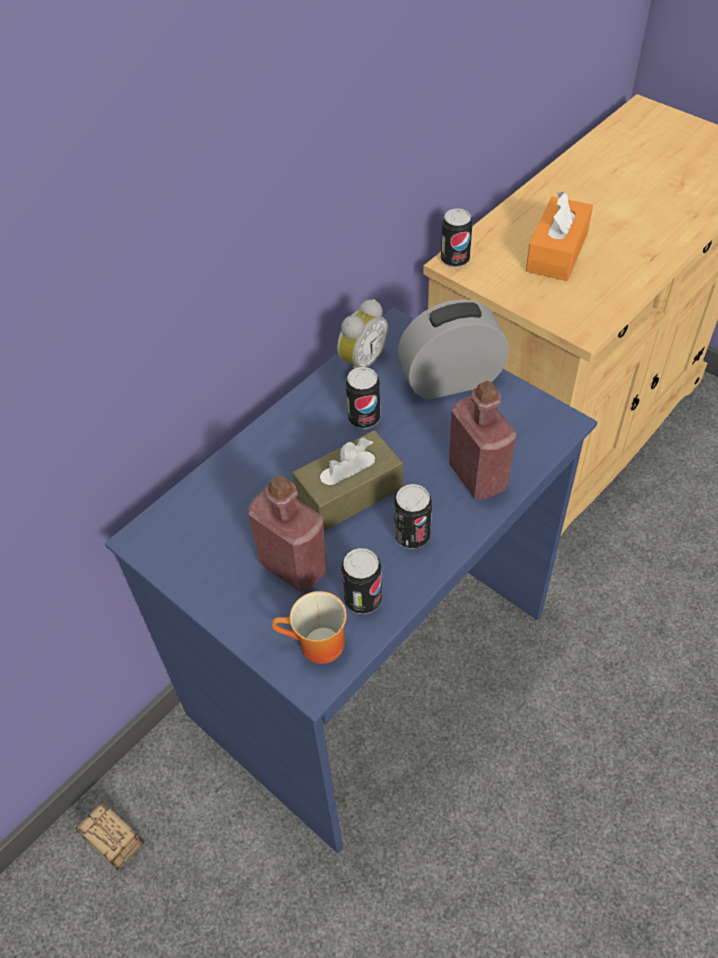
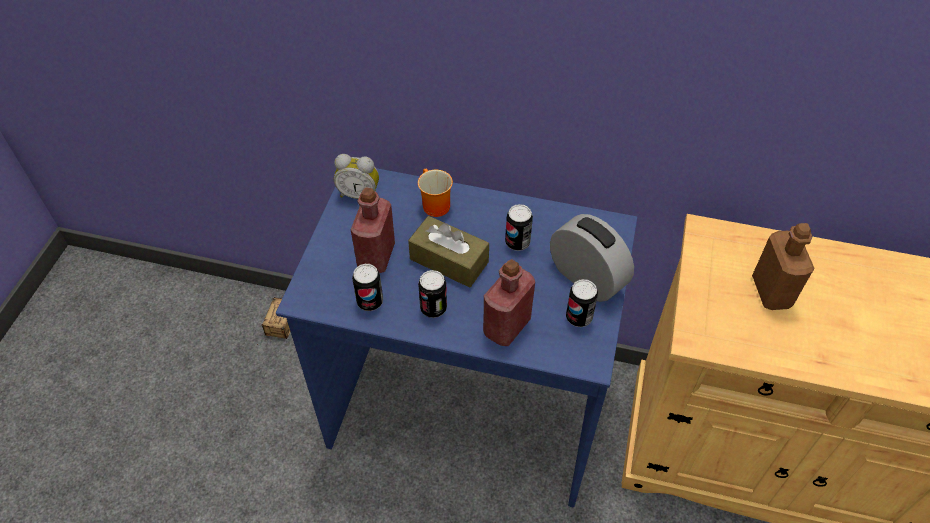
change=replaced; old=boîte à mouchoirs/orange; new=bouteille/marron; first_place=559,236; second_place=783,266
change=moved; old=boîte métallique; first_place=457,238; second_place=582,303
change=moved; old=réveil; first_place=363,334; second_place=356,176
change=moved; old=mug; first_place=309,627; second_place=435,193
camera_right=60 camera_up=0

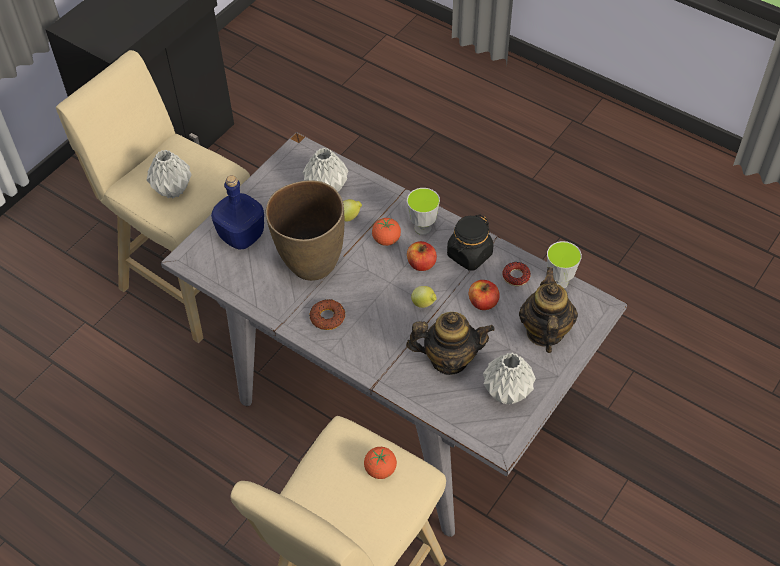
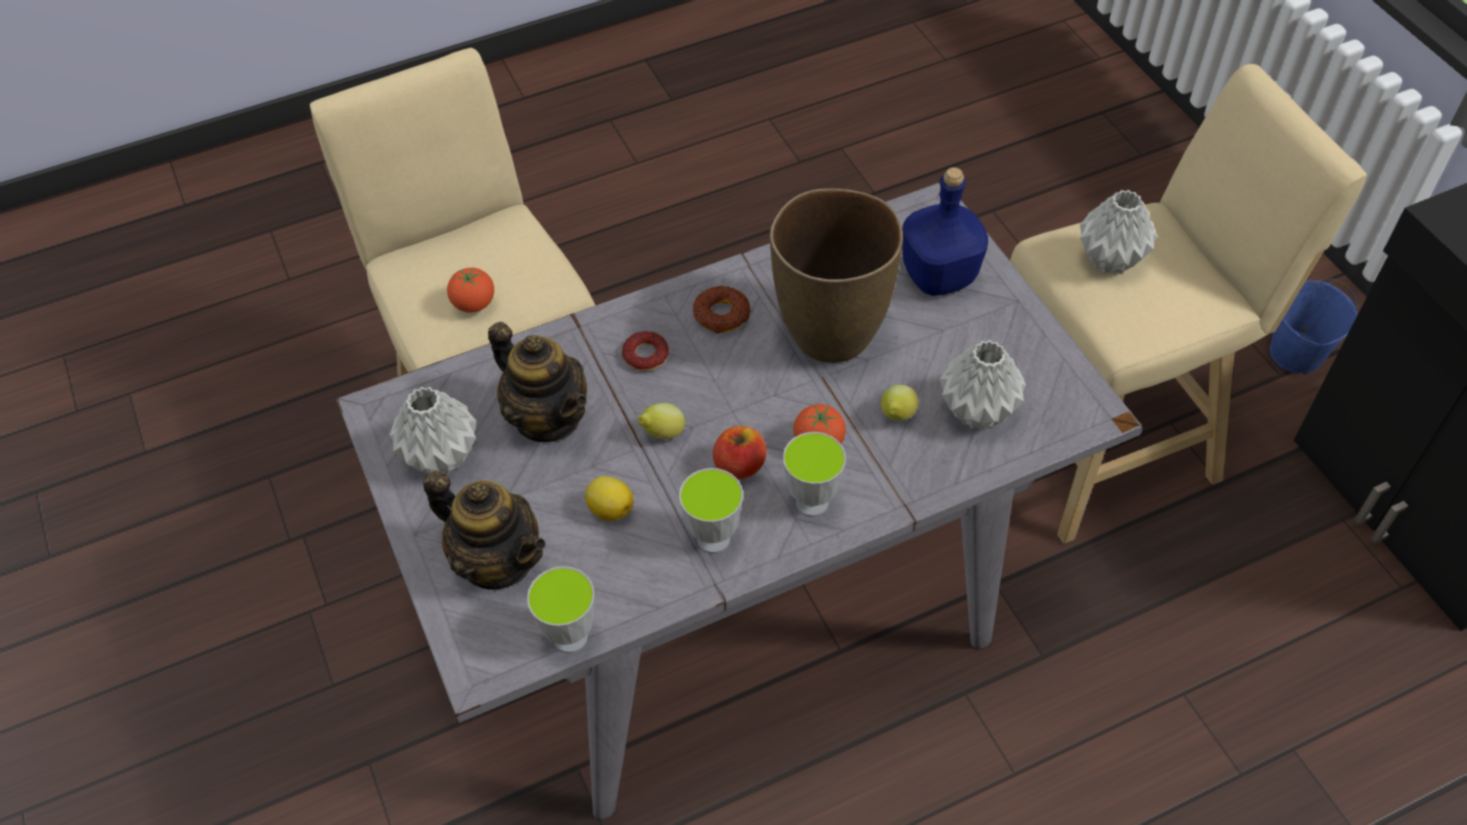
change=replaced; old=bocal/noir; new=tasse; first_place=470,242; second_place=711,510
change=moved; old=beignet; first_place=517,274; second_place=645,351
change=replaced; old=pomme; new=citron; first_place=484,295; second_place=610,498
change=turned; old=théière; first_place=450,343; second_place=537,382; degrees=-75
change=added; new=seau/bleu; second_place=1313,326
camera_right=120 camera_up=0

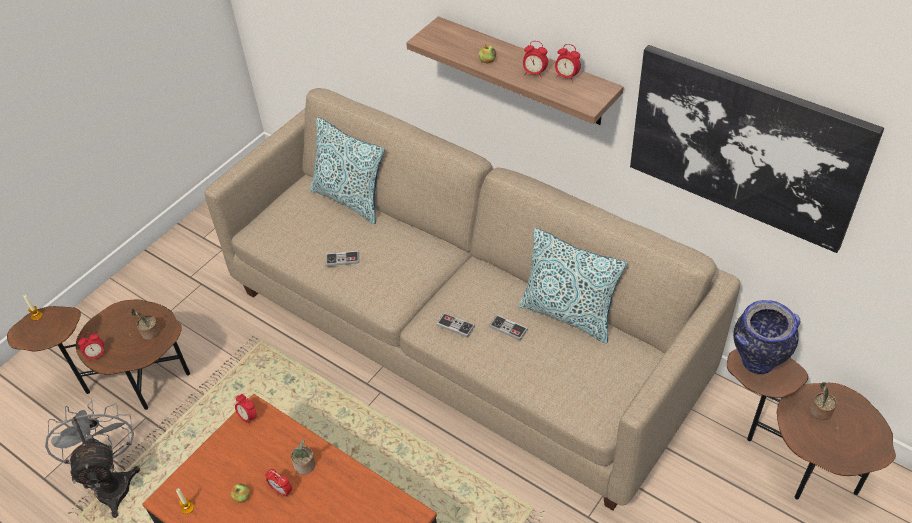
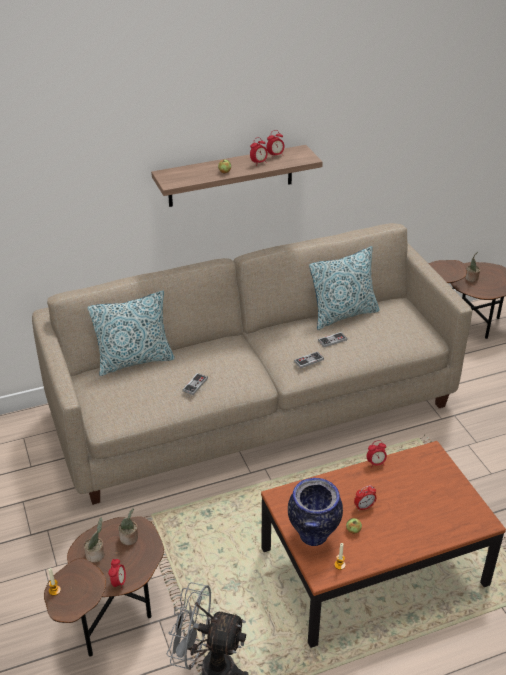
change=removed; old=tableau; first_place=757,149
change=moved; old=vase; first_place=767,337; second_place=315,512
change=moved; old=réveil; first_place=246,410; second_place=376,454
change=moved; old=plante en pot; first_place=303,457; second_place=94,540
camera_right=-60 camera_up=-10

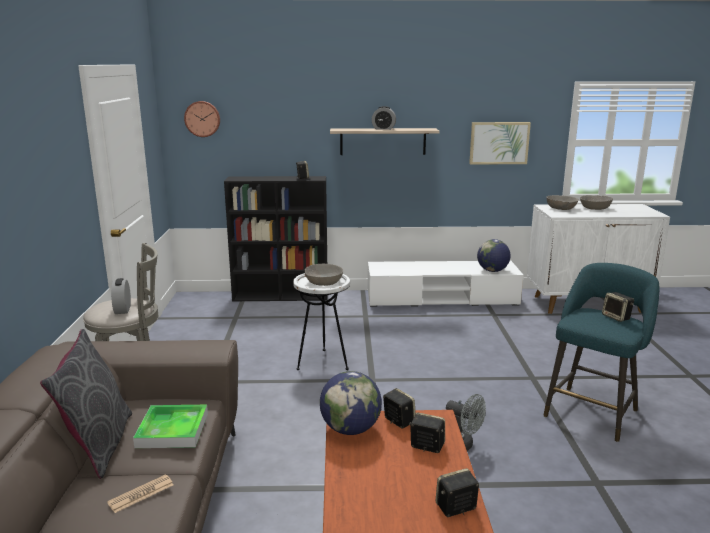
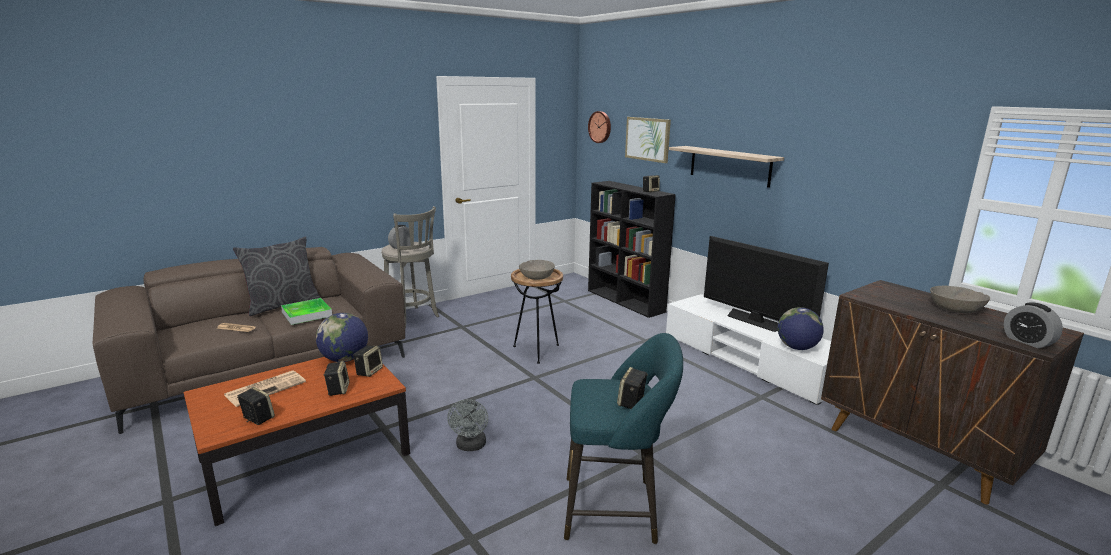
change=moved; old=réveil; first_place=384,118; second_place=1033,325
change=moved; old=tableau; first_place=500,143; second_place=648,140
change=removed; old=bol/gris; first_place=562,202
change=recoloured; old=meuble de rangement/blanc; new=meuble de rangement/marron; first_place=598,259; second_place=952,392
change=recoloured; old=table d'appoint/blanc; new=table d'appoint/marron; first_place=321,321; second_place=537,316
change=added; new=téléviseur; second_place=766,284
change=added; new=journal; second_place=265,388
camera_right=55 camera_up=0

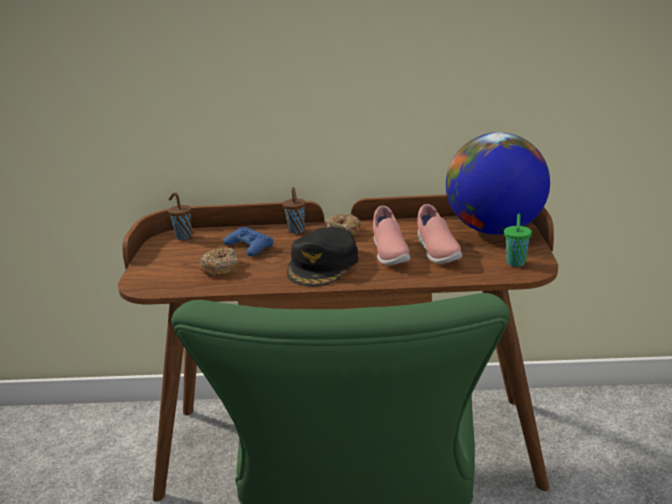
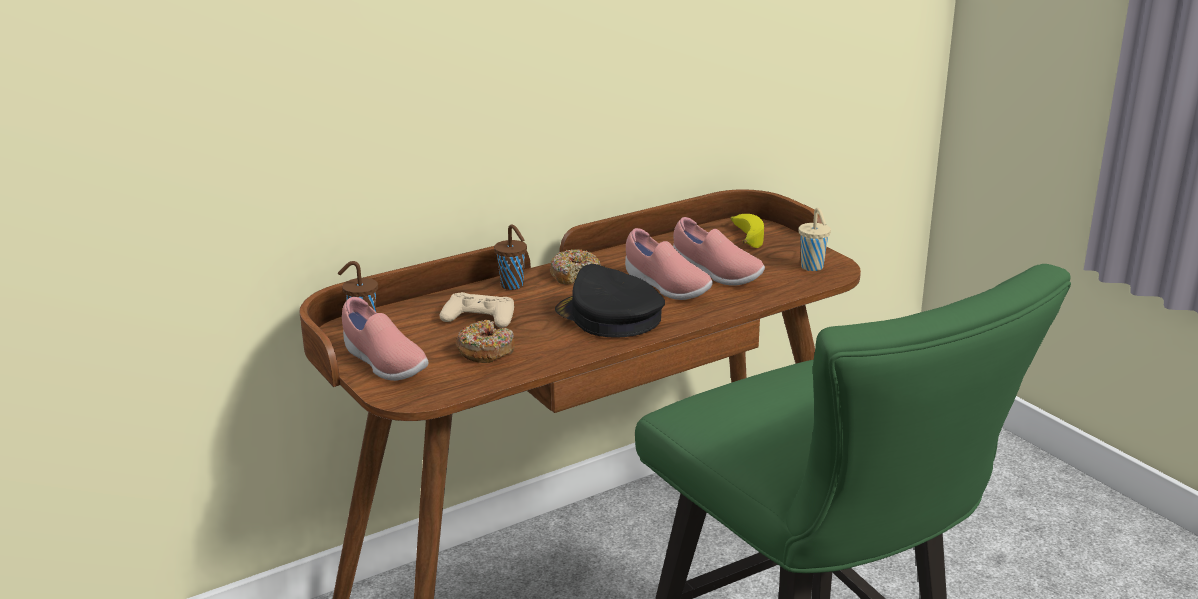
change=replaced; old=globe; new=banane; first_place=498,183; second_place=747,231
change=recoloured; old=tasse/vert; new=tasse/beige; first_place=518,240; second_place=815,239
change=recoloured; old=manette/bleu; new=manette/beige; first_place=248,241; second_place=477,310
change=turned; old=casquette/noir; first_place=322,256; second_place=610,301; degrees=150
change=added; new=chaussure/rose; second_place=385,339
camera_right=-35 camera_up=0

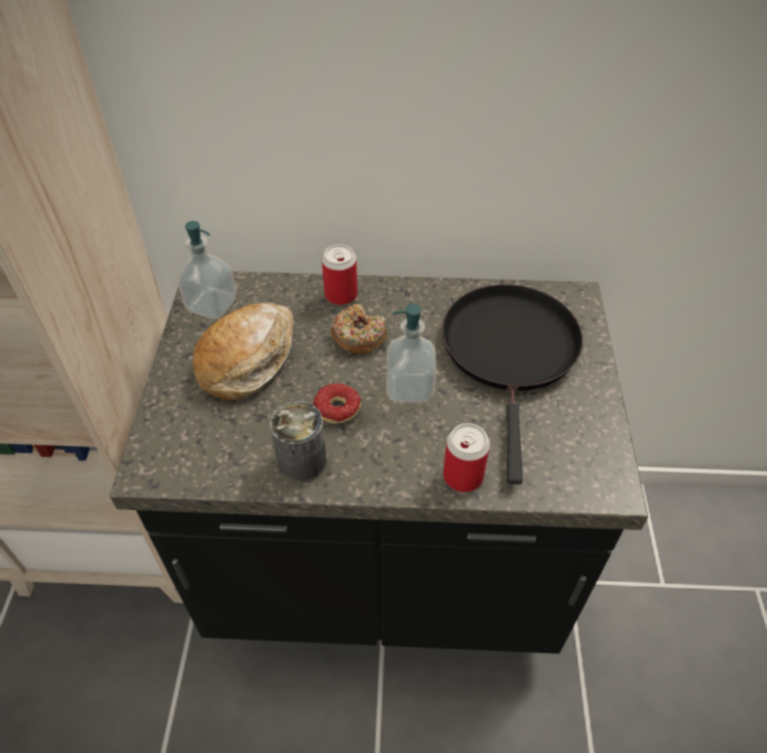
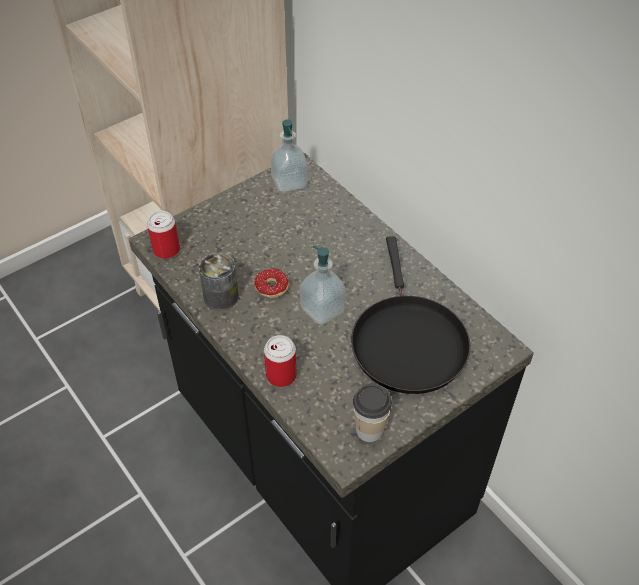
change=moved; old=boîte métallique; first_place=340,274; second_place=163,235
change=turned; old=poêle/noir; first_place=512,384; second_place=410,315; degrees=120
change=removed; old=pain; first_place=243,352
change=removed; old=beignet; first_place=359,329
change=added; new=tasse; second_place=372,413
camera_right=50 camera_up=0

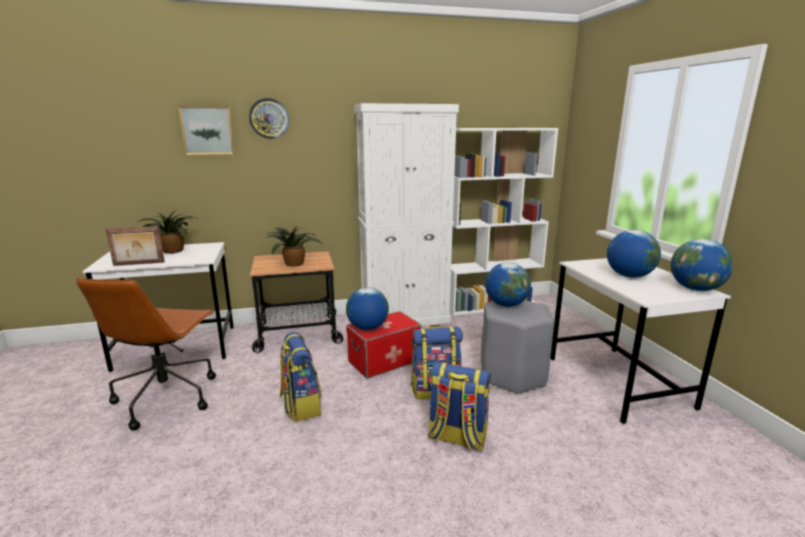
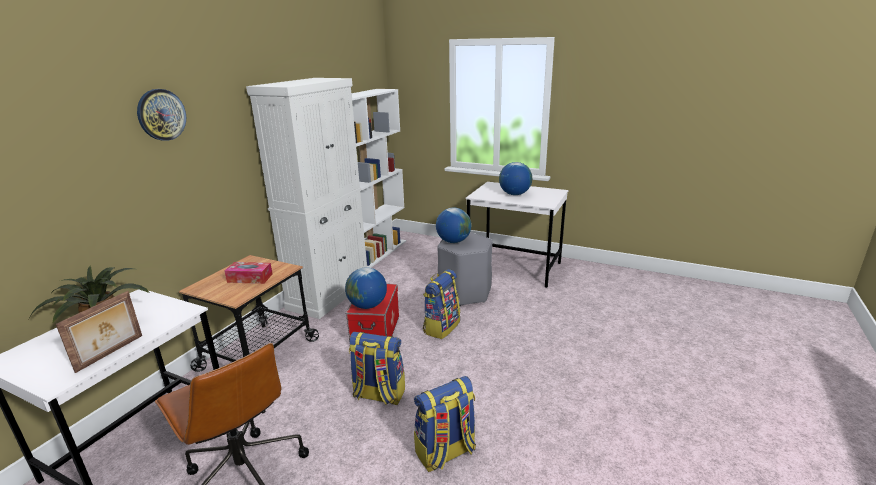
change=removed; old=tableau; first_place=206,130
change=replaced; old=plante en pot; new=boîte à mouchoirs; first_place=293,246; second_place=249,273
change=removed; old=globe; first_place=702,265
change=moved; old=sac à dos; first_place=459,406; second_place=445,424
camera_right=-50 camera_up=5

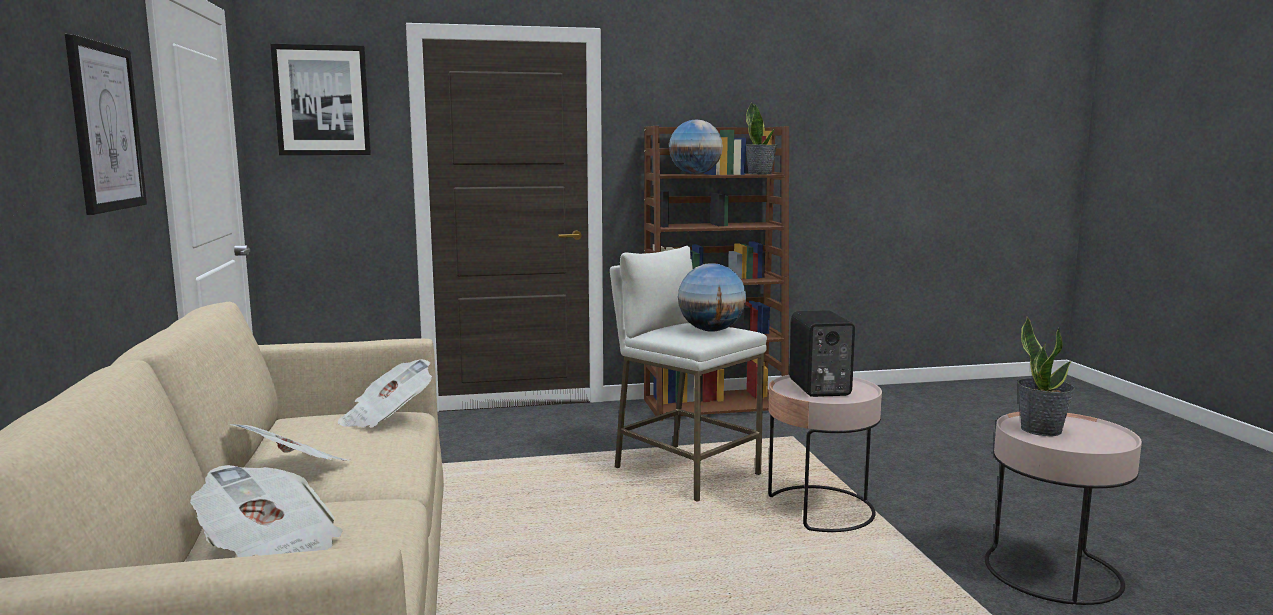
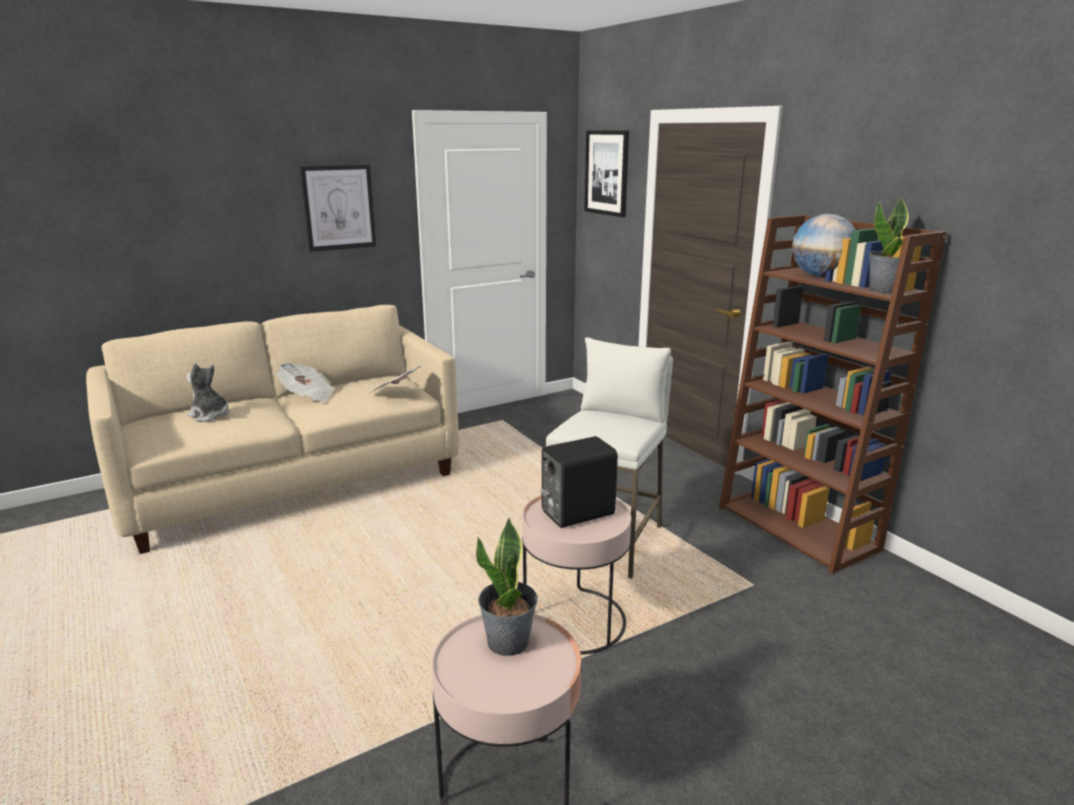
change=removed; old=globe; first_place=712,298
change=replaced; old=journal; new=peluche; first_place=266,511; second_place=208,392
camera_right=70 camera_up=10

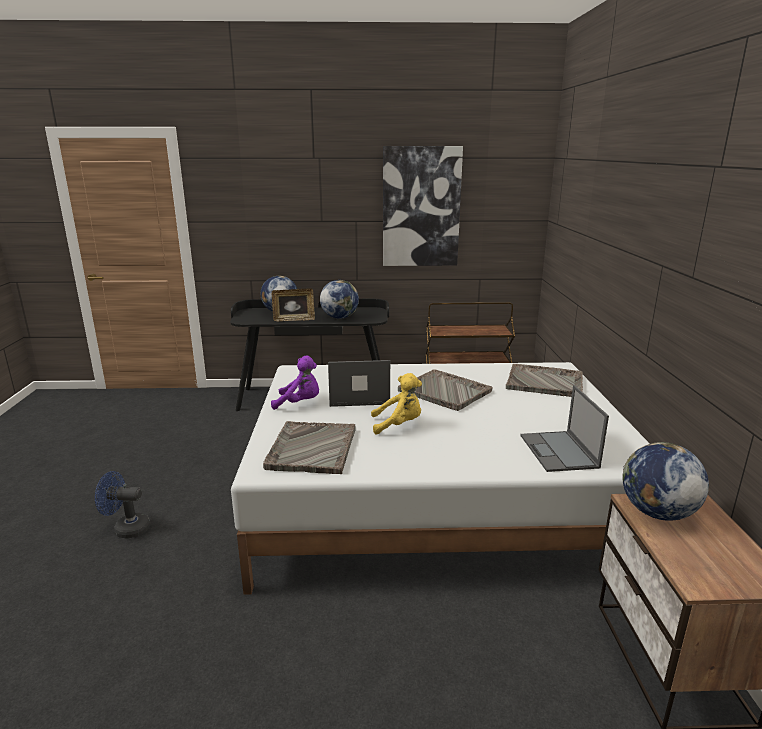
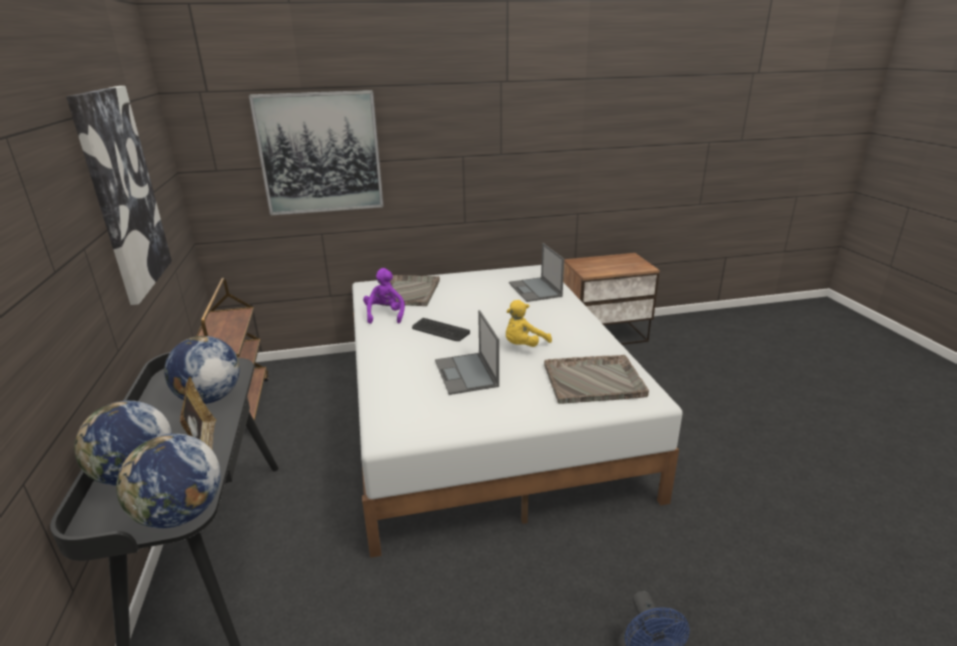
change=moved; old=peluche/violet; first_place=295,383; second_place=384,296
change=replaced; old=plateau/gris; new=clavier; first_place=445,390; second_place=441,329
change=turned; old=peluche/jaune; first_place=396,403; second_place=529,323; degrees=-120
change=turned; old=ordinateur portable; first_place=564,428; second_place=536,272; degrees=90
change=moved; old=globe; first_place=666,481; second_place=168,481
change=added; new=tableau; second_place=316,153
camera_right=-100 camera_up=5

